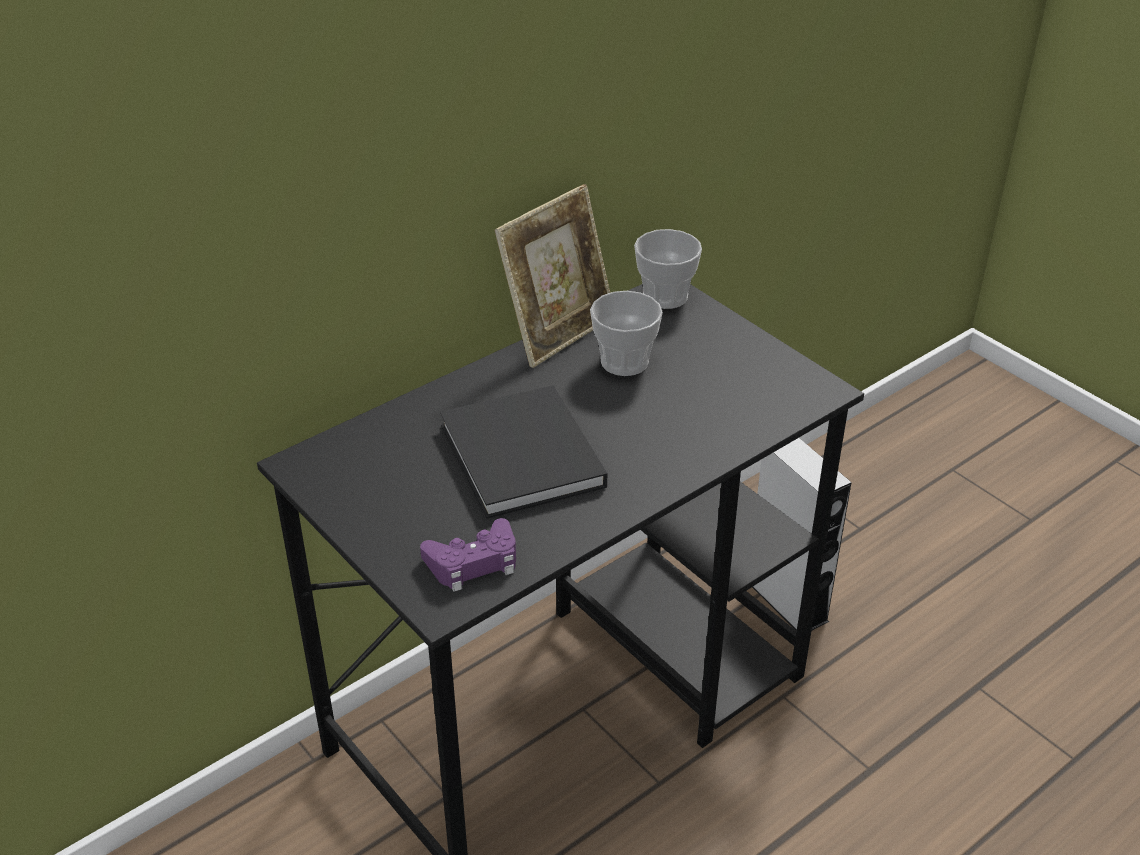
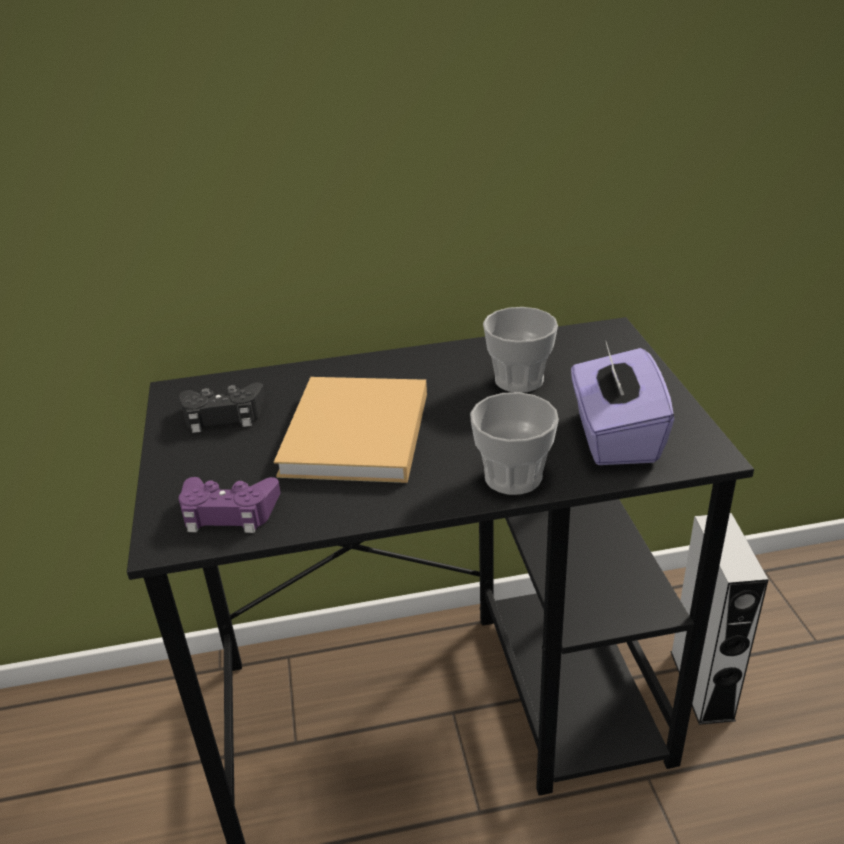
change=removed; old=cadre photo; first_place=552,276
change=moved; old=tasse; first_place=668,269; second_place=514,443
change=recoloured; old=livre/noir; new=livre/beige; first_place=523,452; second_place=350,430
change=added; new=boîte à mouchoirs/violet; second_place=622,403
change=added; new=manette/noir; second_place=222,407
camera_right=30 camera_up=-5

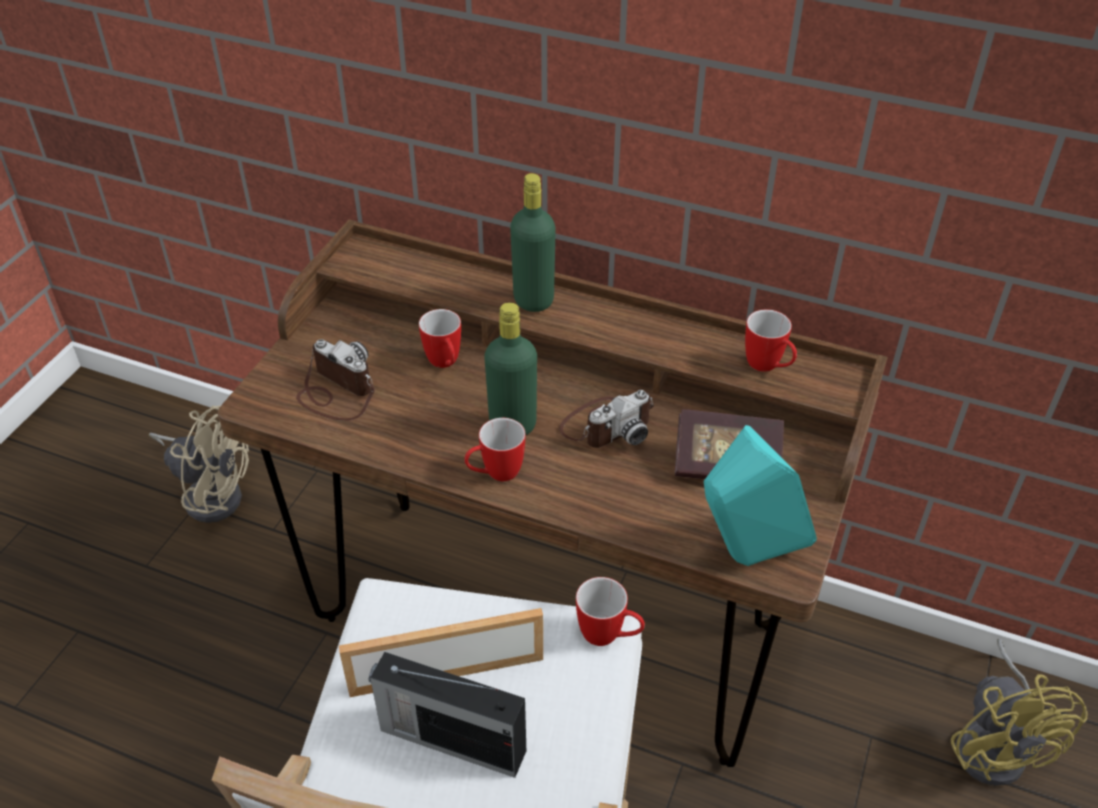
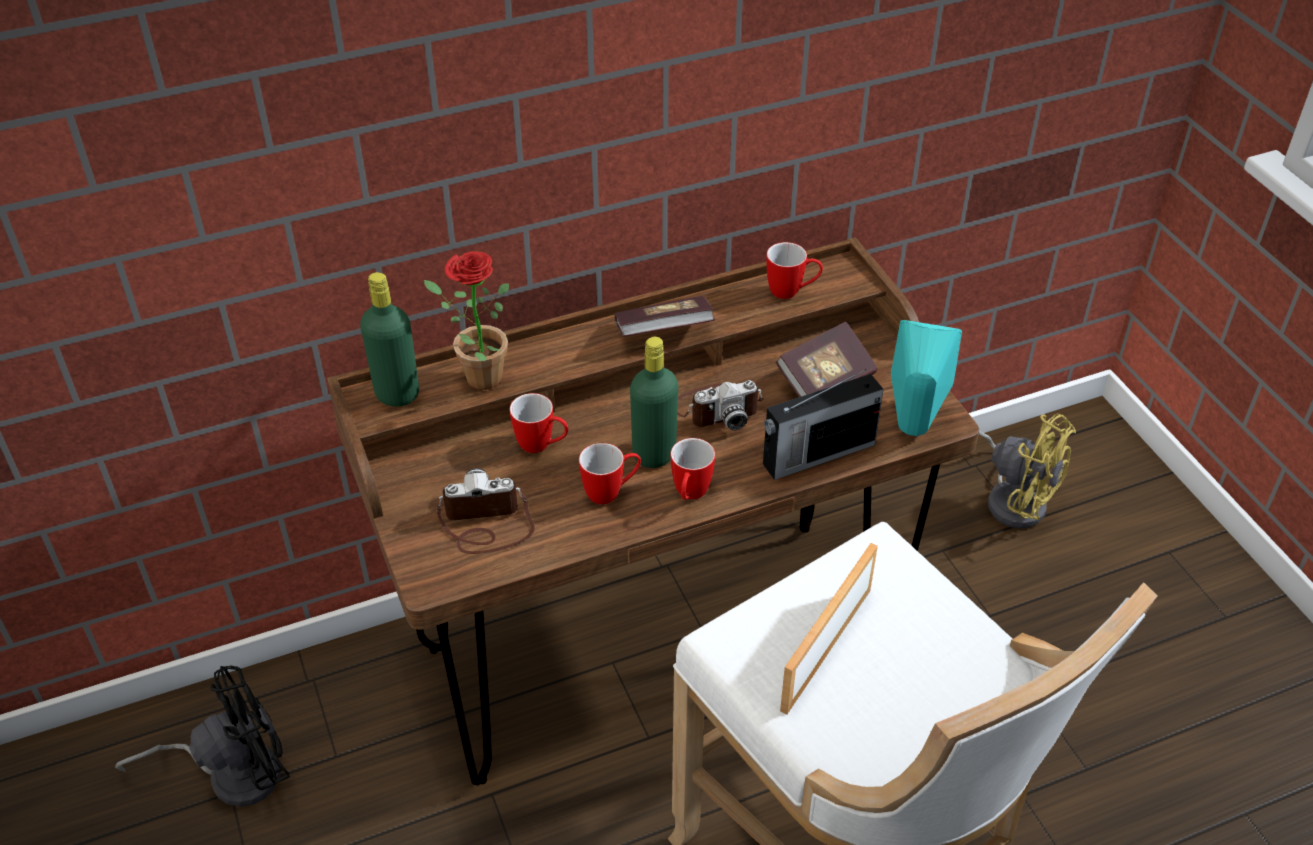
change=moved; old=bouteille/vert; first_place=533,242; second_place=389,339
change=turned; old=appareil photo; first_place=606,419; second_place=720,405; degrees=60
change=recoloured; old=ventilateur/beige; new=ventilateur/noir; first_place=199,464; second_place=202,736
change=moved; old=mug; first_place=610,611; second_place=610,473
change=moved; old=radio; first_place=447,715; second_place=823,424
change=added; new=plante en pot; second_place=466,320
change=added; new=livre; second_place=664,316
camera_right=-45 camera_up=0

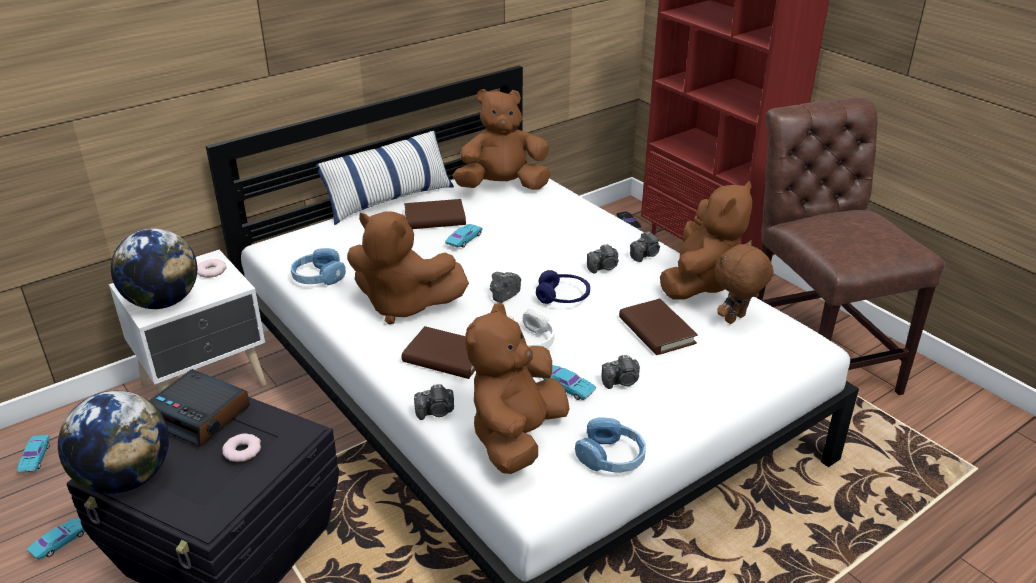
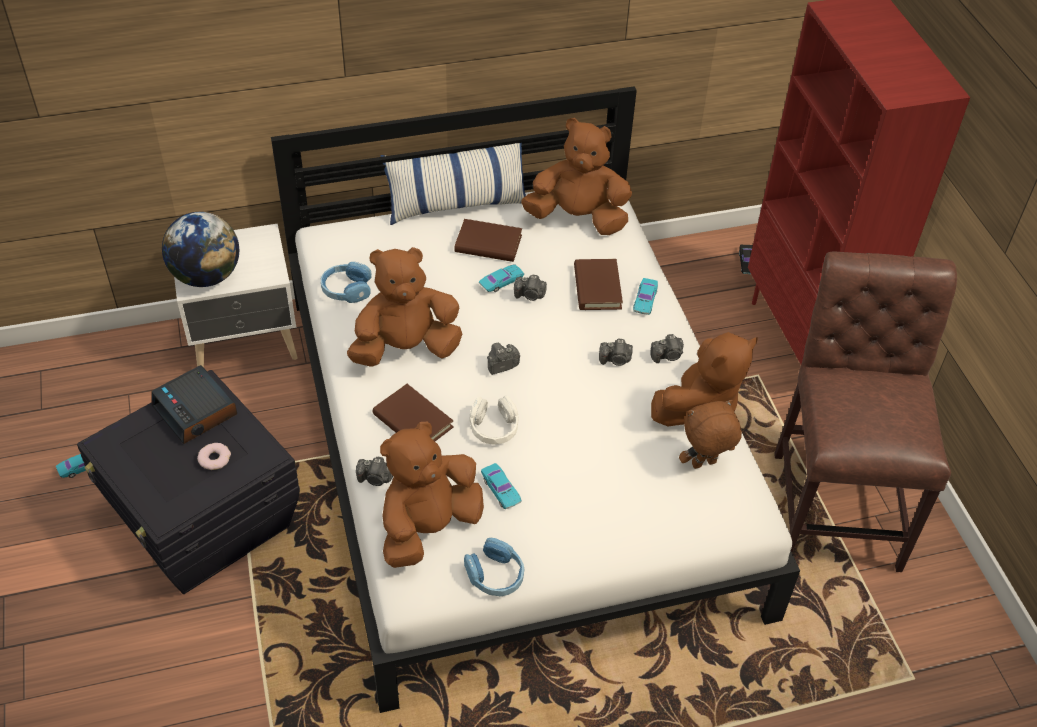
change=turned; old=peluche/marron; first_place=408,267; second_place=404,307; degrees=120
change=removed; old=beignet; first_place=212,268
change=removed; old=casque audio/bleu; first_place=563,287
change=moved; old=livre/marron; first_place=658,327; second_place=598,284
change=moved; old=appareil photo; first_place=621,372; second_place=530,288
change=removed; old=globe; first_place=113,442
change=moved; old=petite voiture/turquoise; first_place=33,453; second_place=645,296
camera_right=20 camera_up=15

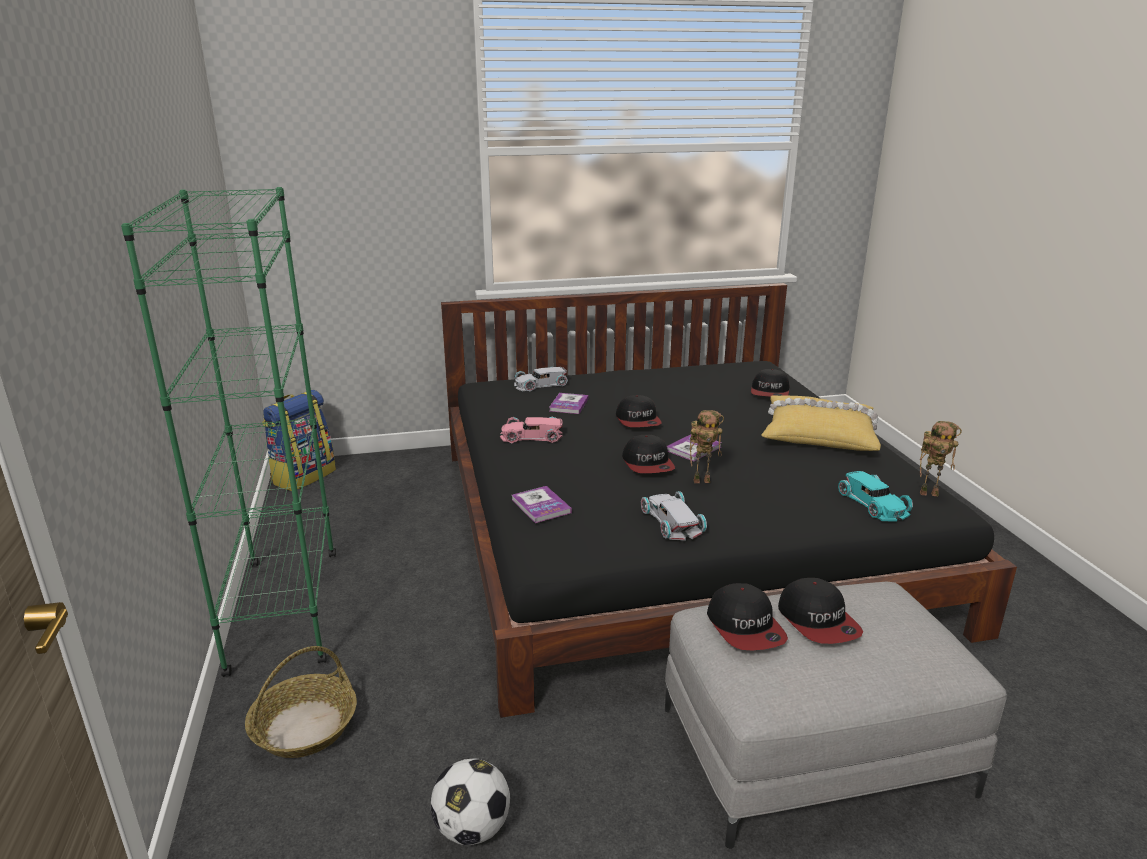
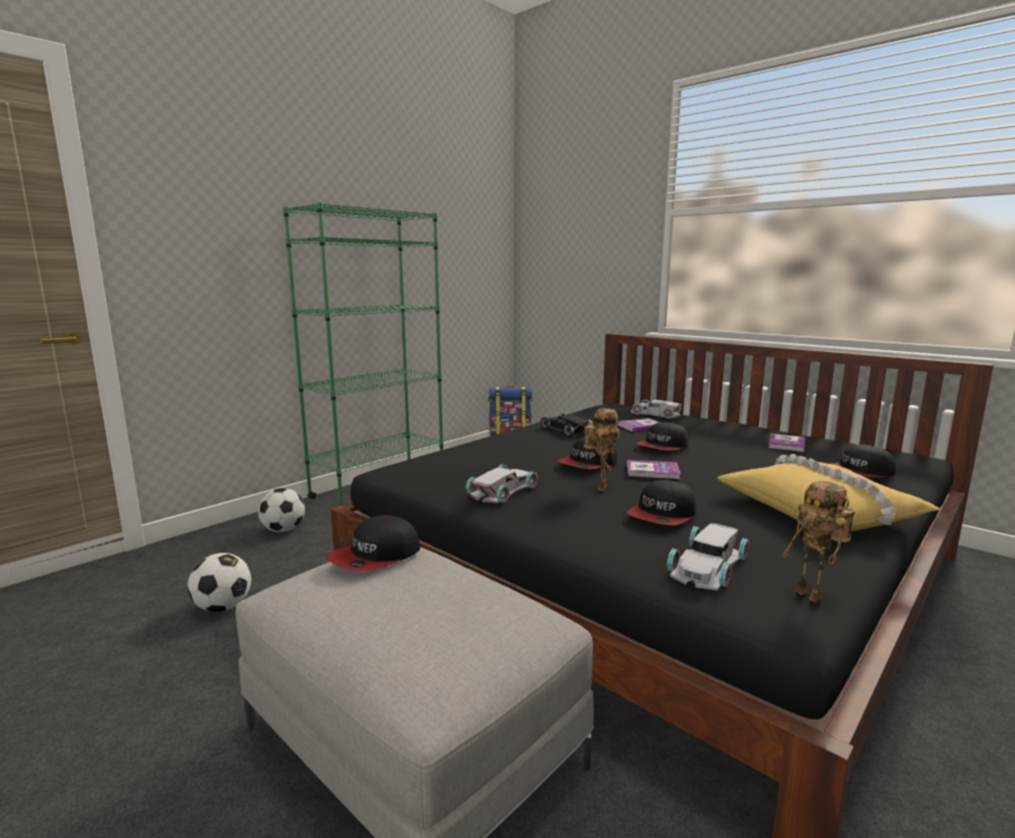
change=turned; old=robot jouet; first_place=706,446; second_place=602,449; degrees=-120
change=recoloured; old=petite voiture/rose; new=petite voiture/noir; first_place=531,429; second_place=566,425
change=recoloured; old=petite voiture/turquoise; new=petite voiture/blanc; first_place=875,496; second_place=708,557
change=moved; old=livre; first_place=542,504; second_place=786,442
change=moved; old=casquette; first_place=820,611; second_place=661,502
change=replaced; old=panier; new=ballon de foot; first_place=301,702; second_place=281,510
camera_right=55 camera_up=-10

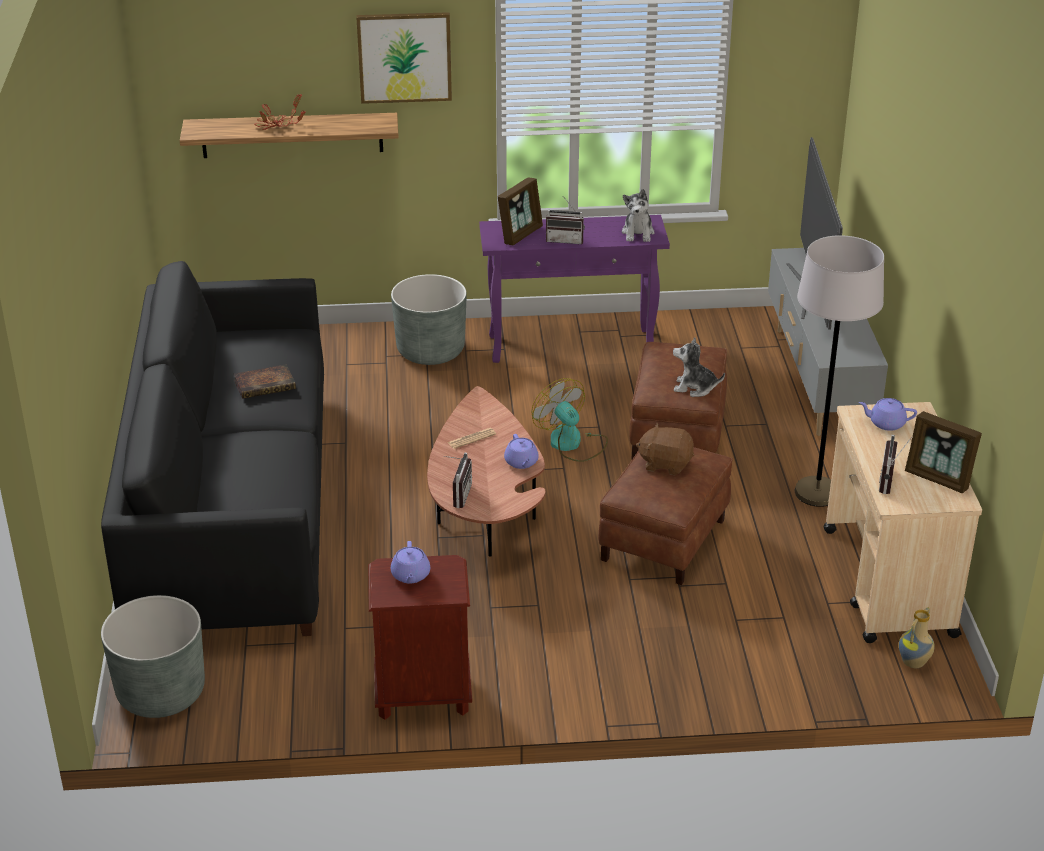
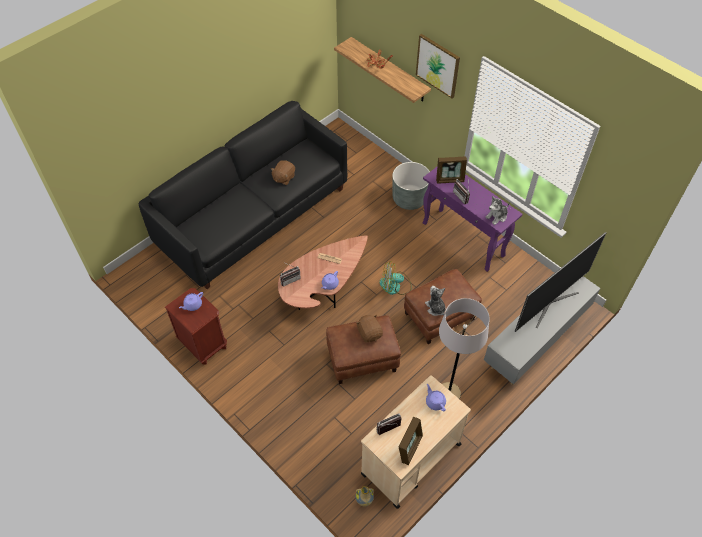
change=replaced; old=livre; new=peluche/marron; first_place=265,381; second_place=283,172
change=turned; old=ventilateur; first_place=569,420; second_place=396,278; degrees=-105
change=turned; old=cadre photo; first_place=943,452; second_place=411,441; degrees=-150
change=removed; old=cache-pot/gris; first_place=153,656
camera_right=50 camera_up=20

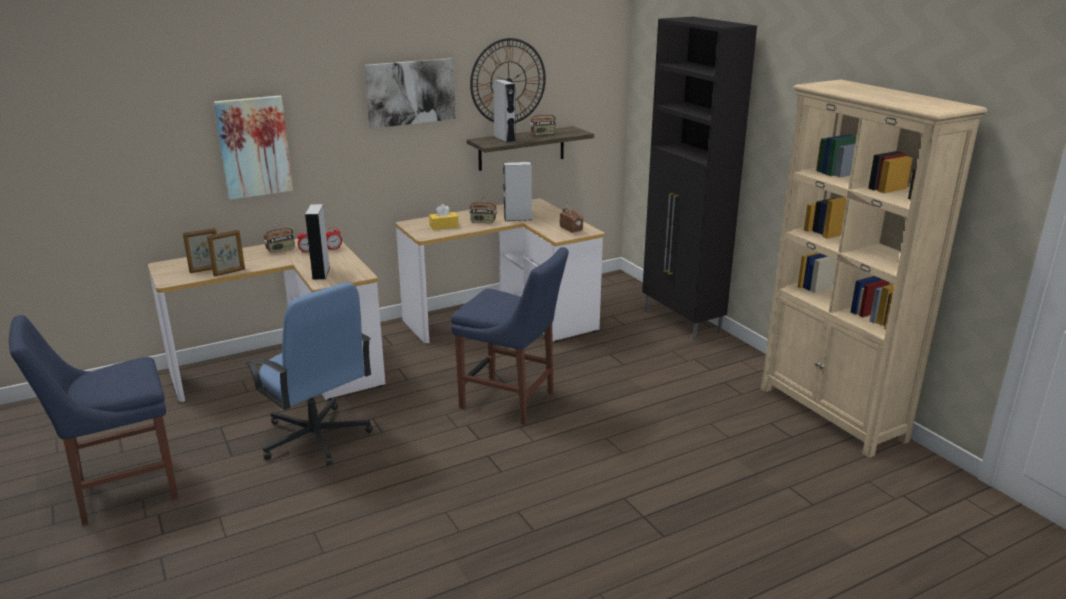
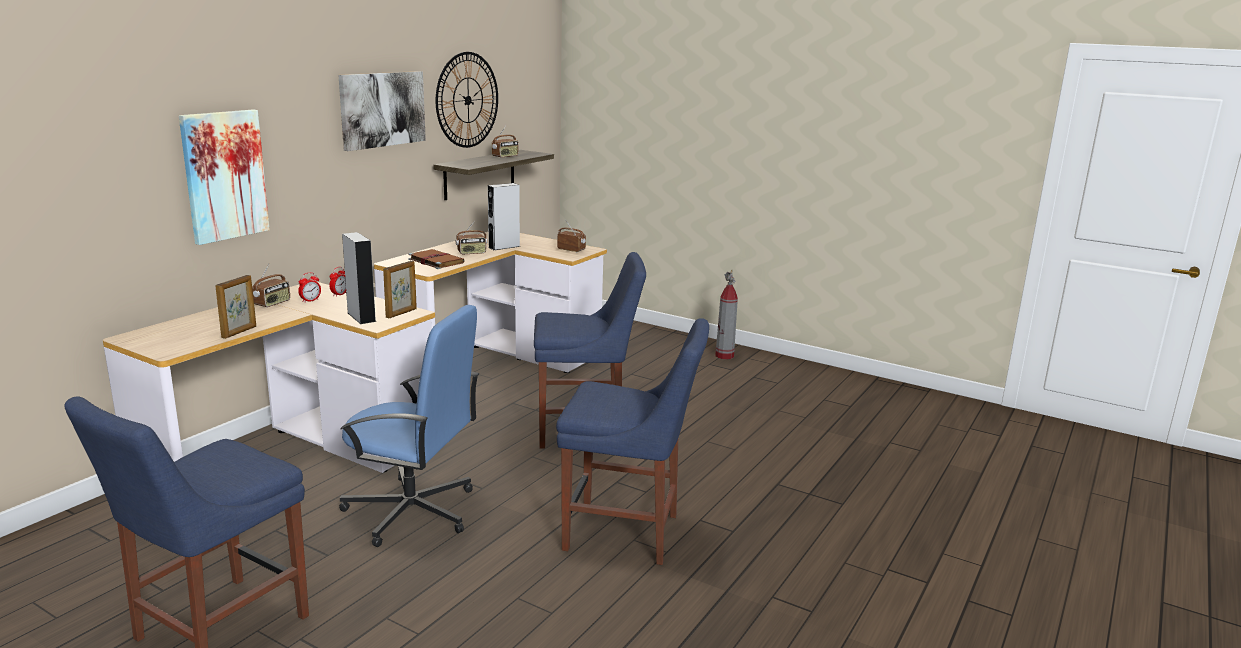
change=removed; old=meuble de rangement/noir; first_place=699,178
change=removed; old=enceinte/gris; first_place=504,111
change=removed; old=bibliothèque/beige; first_place=873,268
change=replaced; old=boîte à mouchoirs/jaune; new=livre/marron; first_place=444,217; second_place=436,259
change=moved; old=cadre photo; first_place=200,250; second_place=400,289
change=added; new=extincteur; second_place=726,314
change=added; new=chaise/bleu; second_place=632,441
camera_right=-30 camera_up=-5

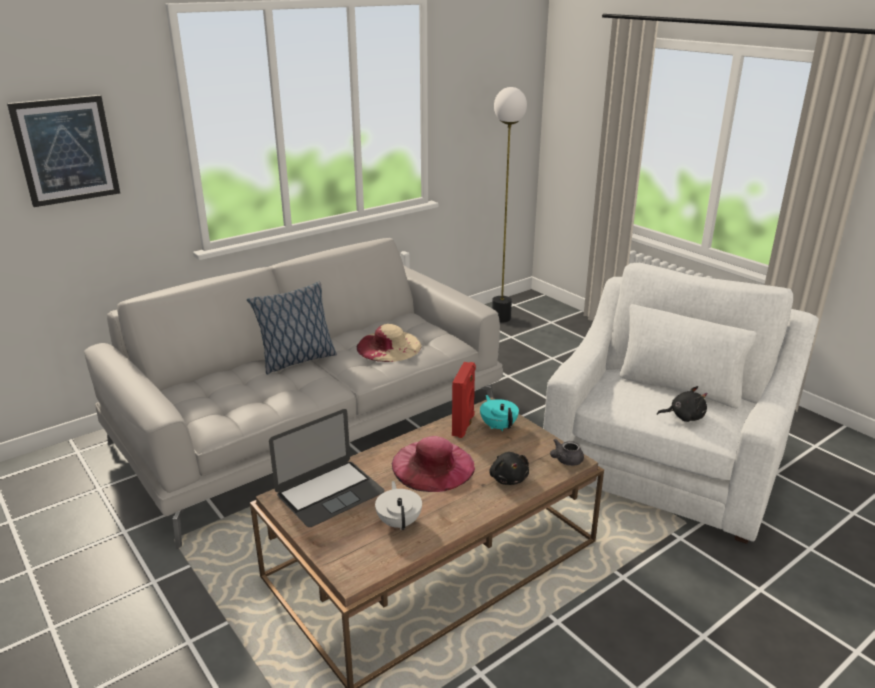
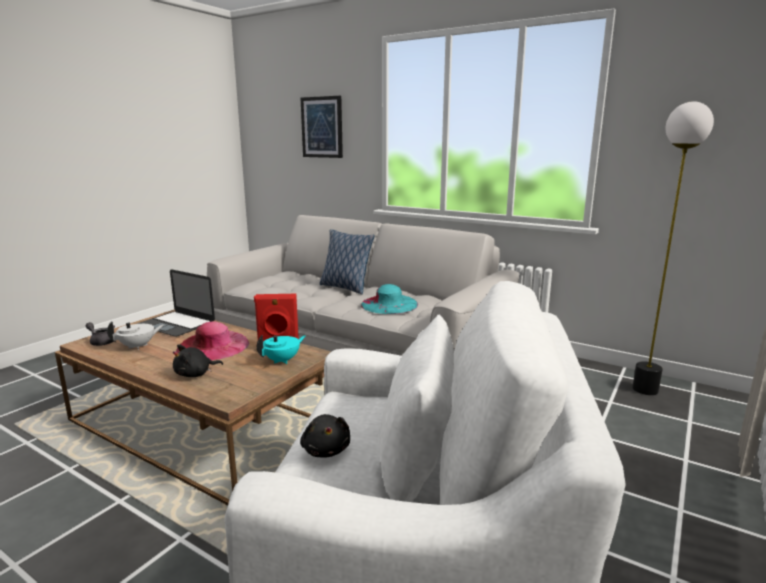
change=recoloured; old=chapeau/beige; new=chapeau/turquoise; first_place=389,343; second_place=389,299
change=moved; old=théière/gris; first_place=567,452; second_place=100,334
camera_right=70 camera_up=-10

